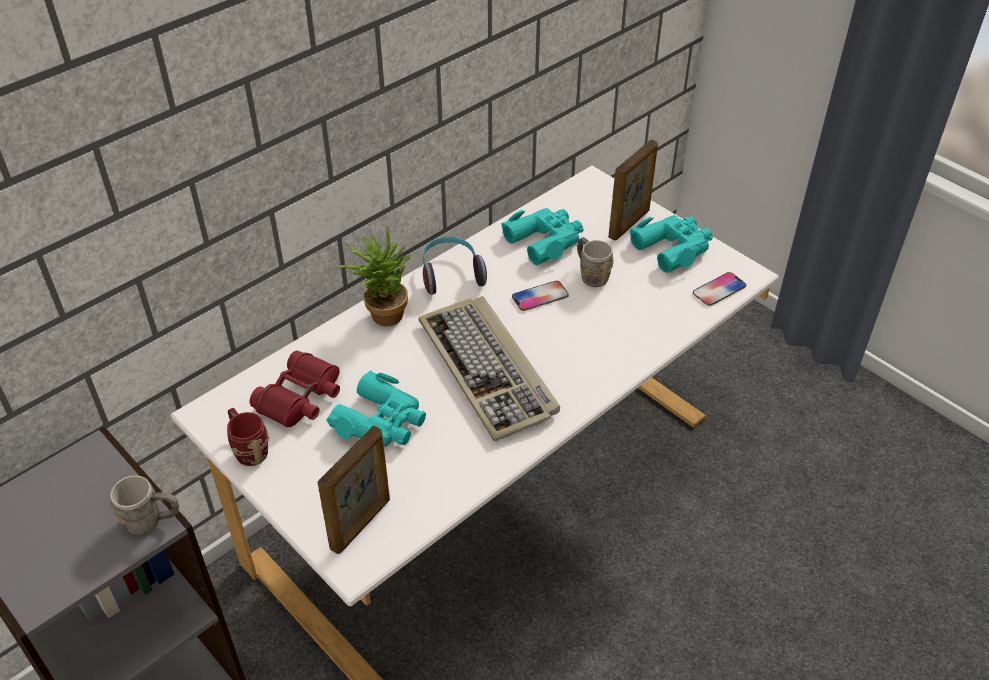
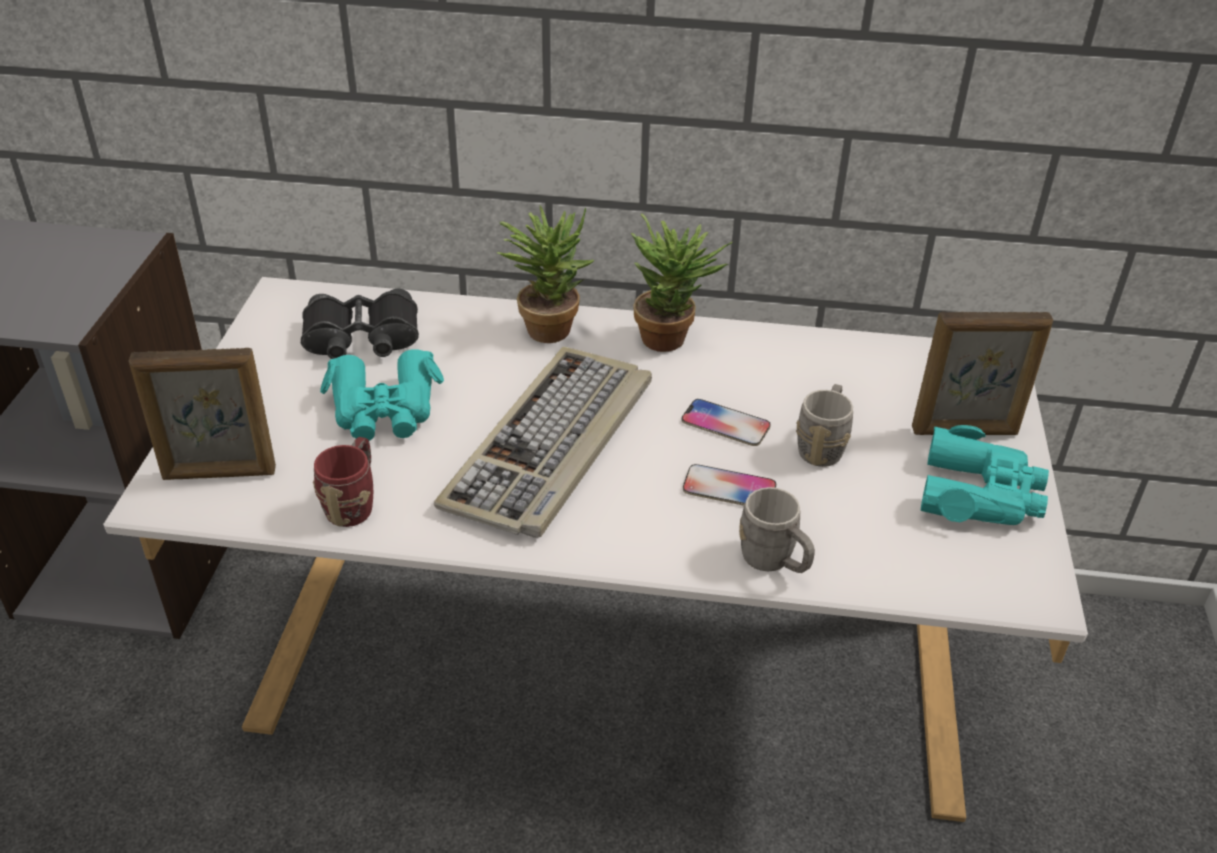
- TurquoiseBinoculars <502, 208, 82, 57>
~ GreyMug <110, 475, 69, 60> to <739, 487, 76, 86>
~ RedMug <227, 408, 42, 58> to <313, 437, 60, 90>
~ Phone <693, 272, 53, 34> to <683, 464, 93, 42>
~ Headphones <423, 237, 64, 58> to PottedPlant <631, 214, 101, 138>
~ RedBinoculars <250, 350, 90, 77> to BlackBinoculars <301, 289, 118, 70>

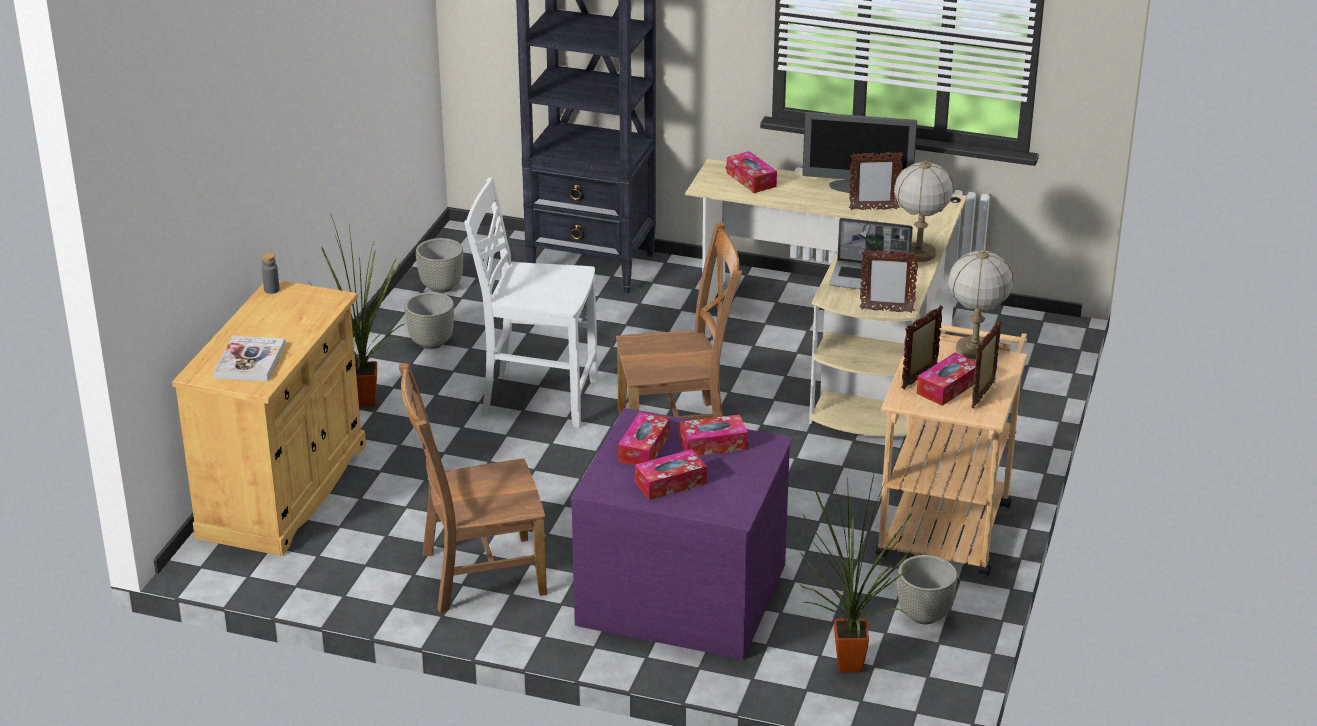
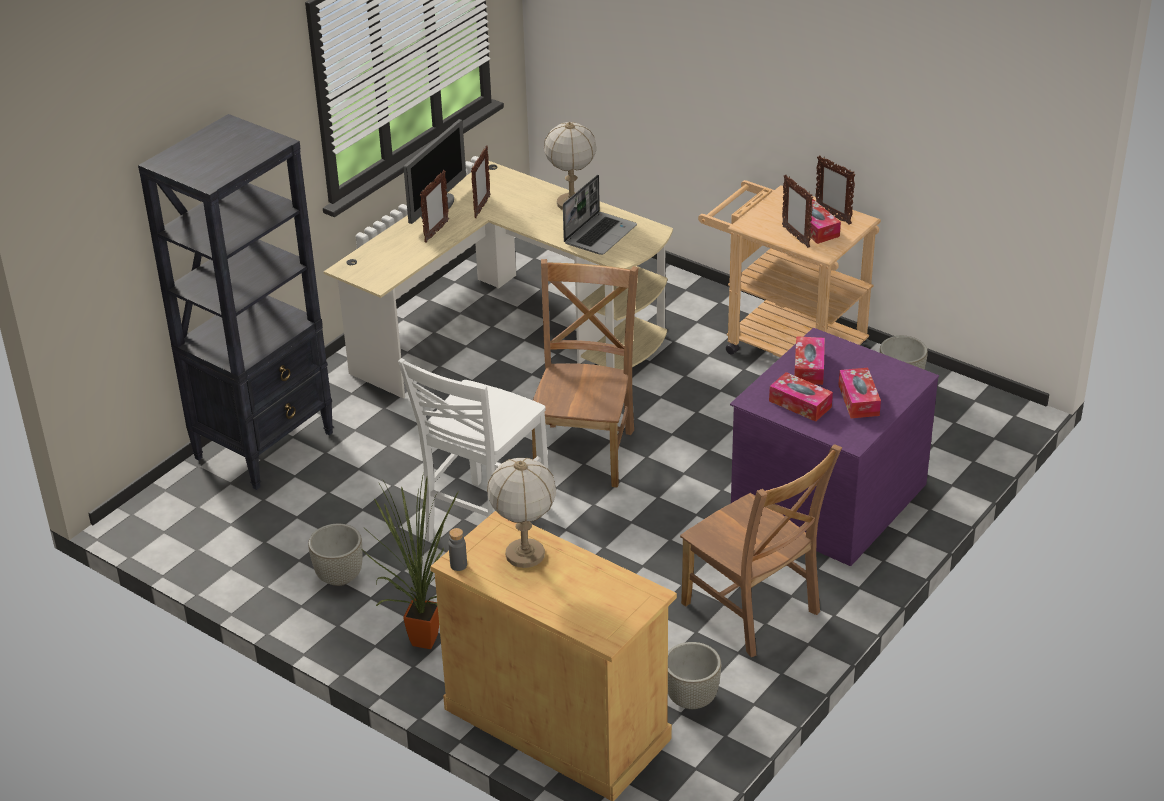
- Book <214, 335, 71, 46>
- TissueBox <726, 151, 51, 42>
- PottedPlant <800, 462, 114, 210>
~ GreyPlanter <416, 238, 47, 55> to <668, 642, 53, 67>
~ PictureFrame <860, 250, 59, 63> to <420, 170, 29, 73>
~ TableLamp <948, 250, 65, 109> to <487, 458, 69, 110>
~ BrownChair <399, 363, 148, 250> = <680, 444, 162, 213> 45 degrees counterclockwise

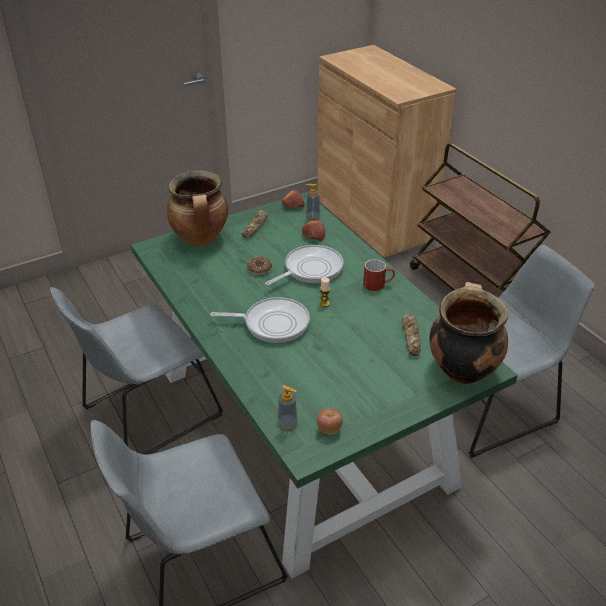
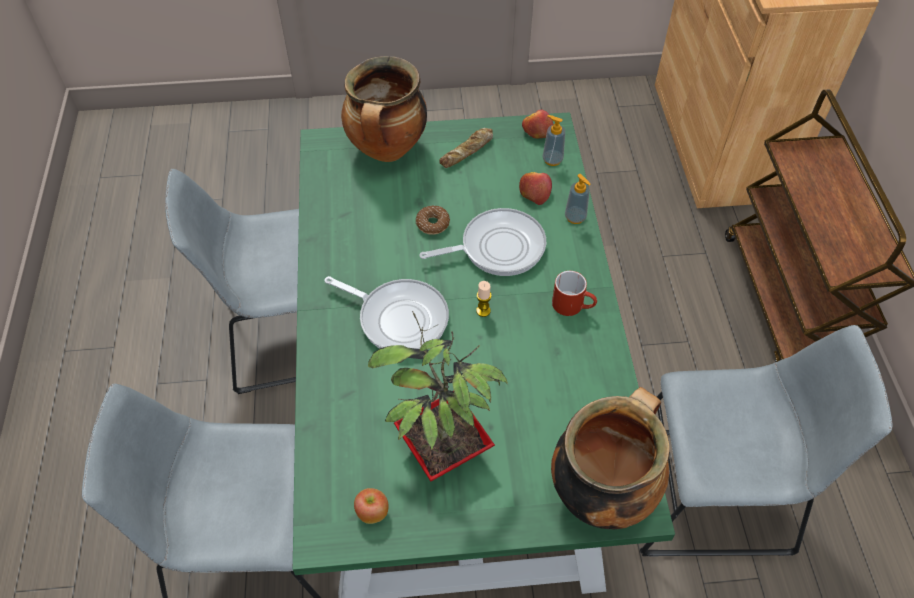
- Bread <402, 314, 19, 42>
+ PottedPlant <368, 311, 140, 170>
~ SoapDispenser <277, 385, 21, 46> to <565, 174, 25, 50>

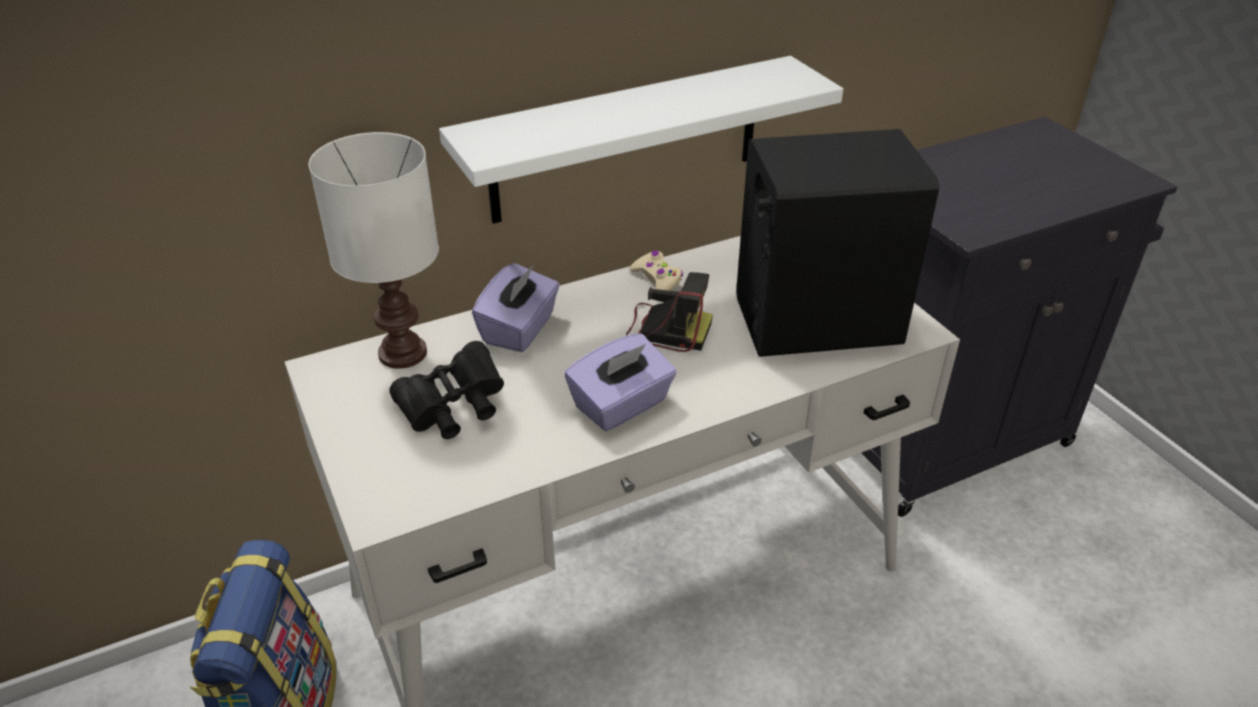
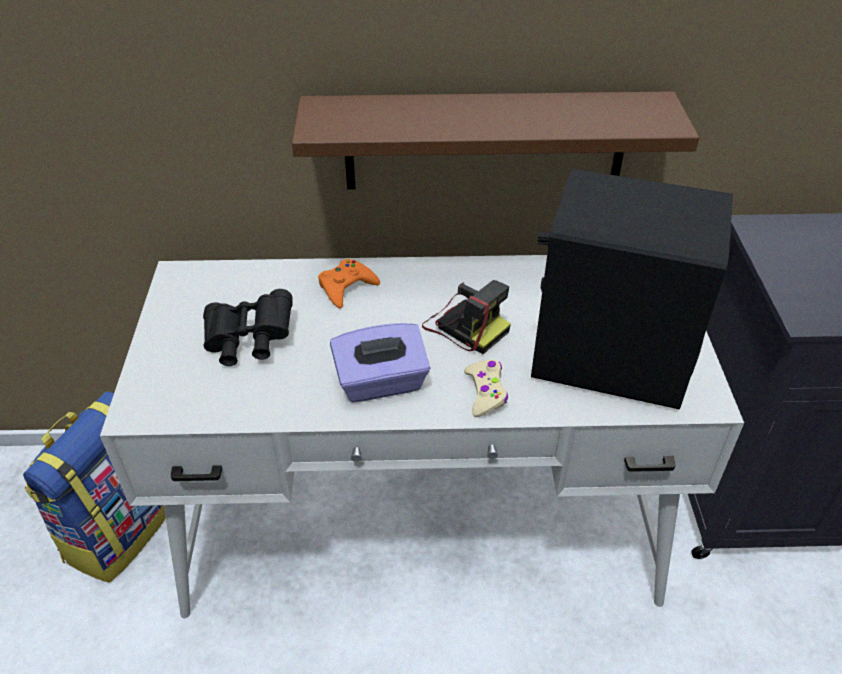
- WhiteTableLamp <309, 132, 130, 237>
~ BeigeGameController <629, 251, 54, 40> to <464, 360, 44, 57>
~ PurpleTissueBox <472, 263, 88, 89> to OrangeGameController <318, 259, 62, 49>
~ WhiteShelf <439, 56, 404, 168> to BrownShelf <292, 91, 407, 99>

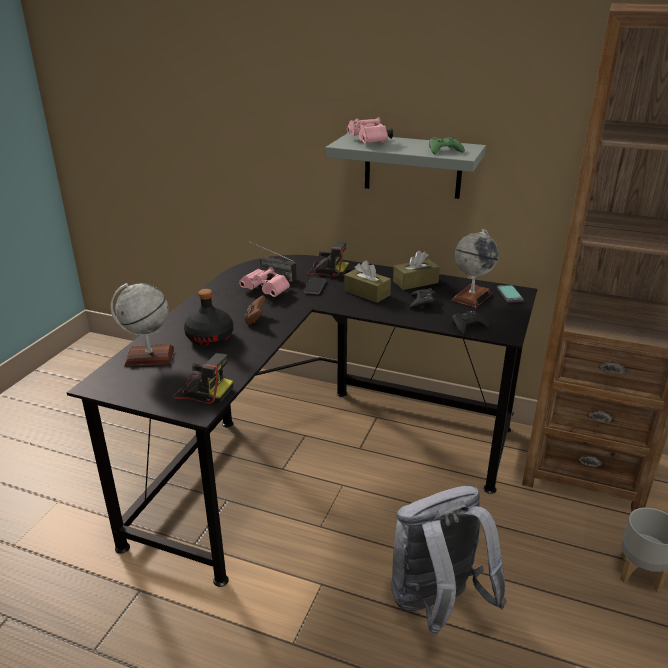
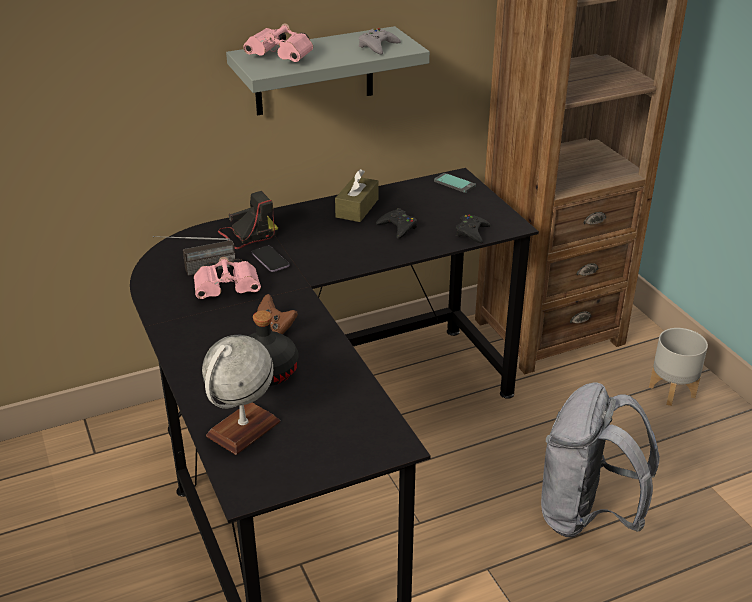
- PhotoCamera <173, 353, 60, 51>
- BrownTissueBox <344, 260, 47, 43>
- Globe <451, 229, 48, 79>
~ GreenGameController <429, 137, 36, 17> to GreyGameController <359, 28, 42, 26>

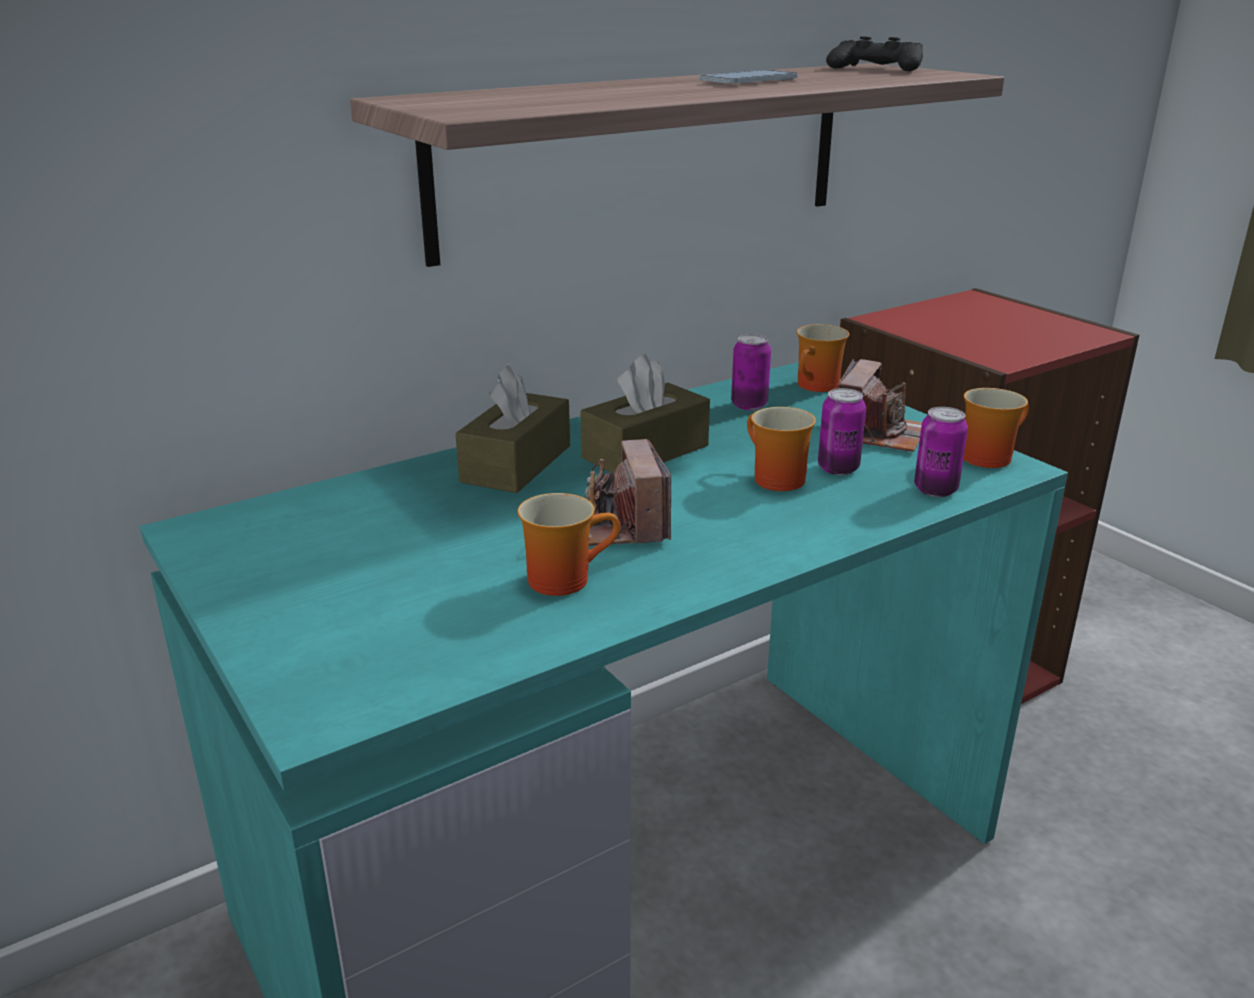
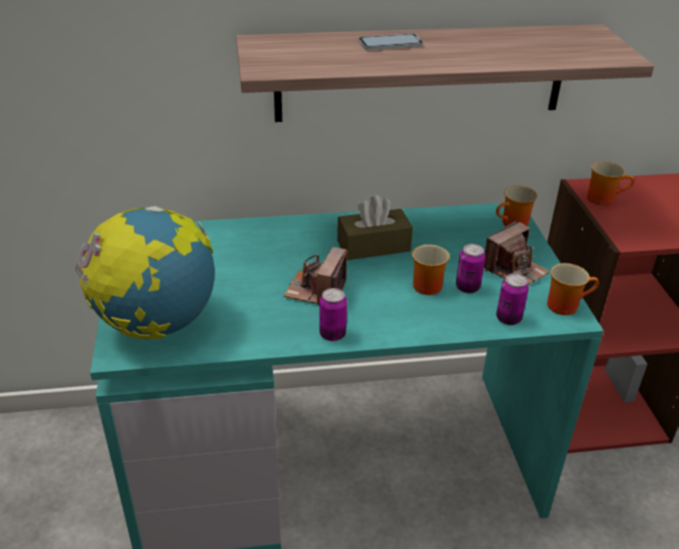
- BrownTissueBox <455, 365, 115, 128>
- BlackGameController <826, 36, 97, 35>
+ Globe <75, 206, 140, 133>
~ Mug <517, 493, 103, 103> to <587, 161, 47, 45>
~ Phone <700, 70, 98, 14> to <358, 33, 65, 17>
~ Can <731, 334, 40, 77> to <319, 288, 28, 53>

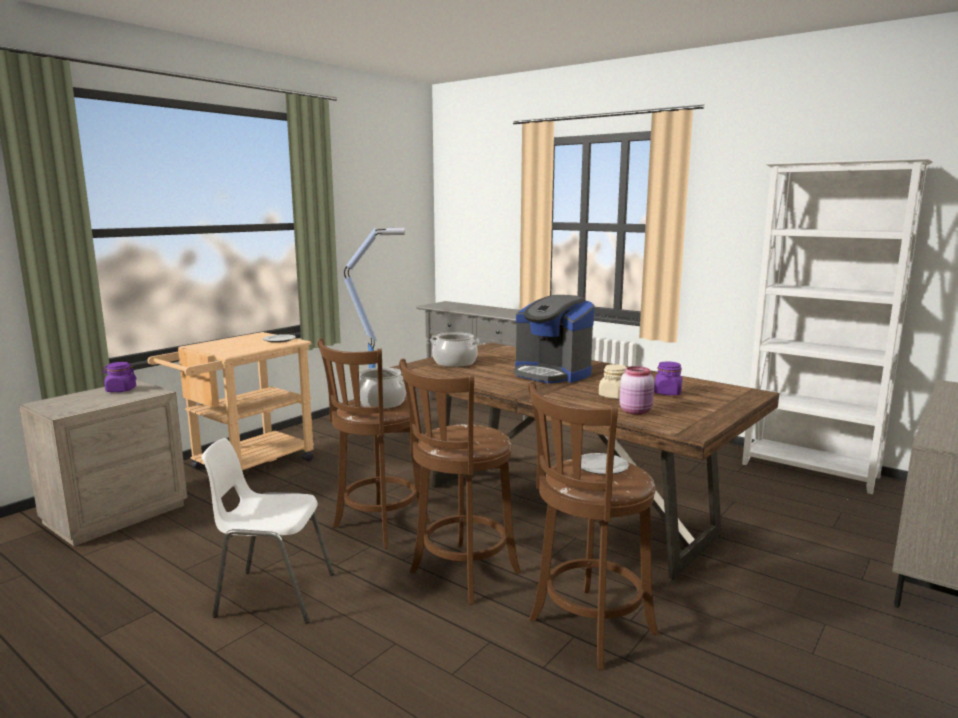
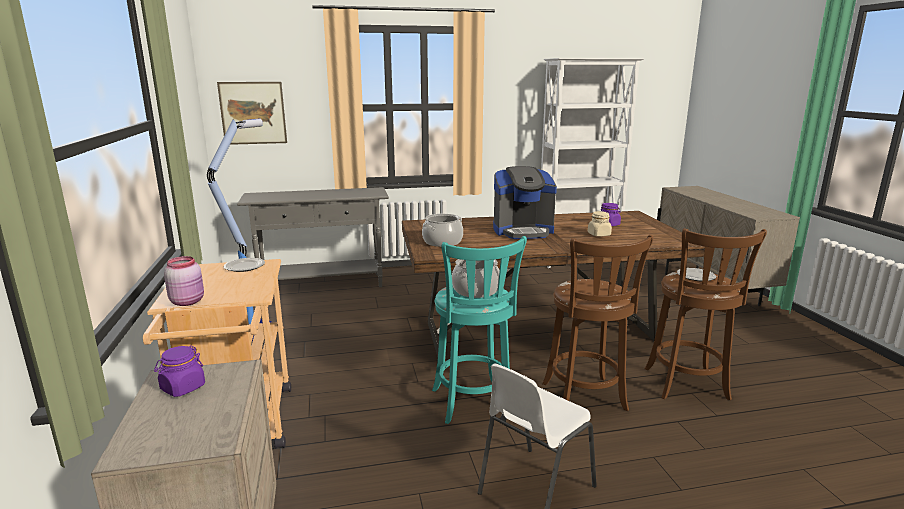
+ Picture <217, 82, 70, 63>
~ PinkJar <620, 366, 34, 49> to <164, 256, 40, 50>
~ BrownStool <318, 338, 112, 211> to TurquoiseStool <432, 236, 95, 188>

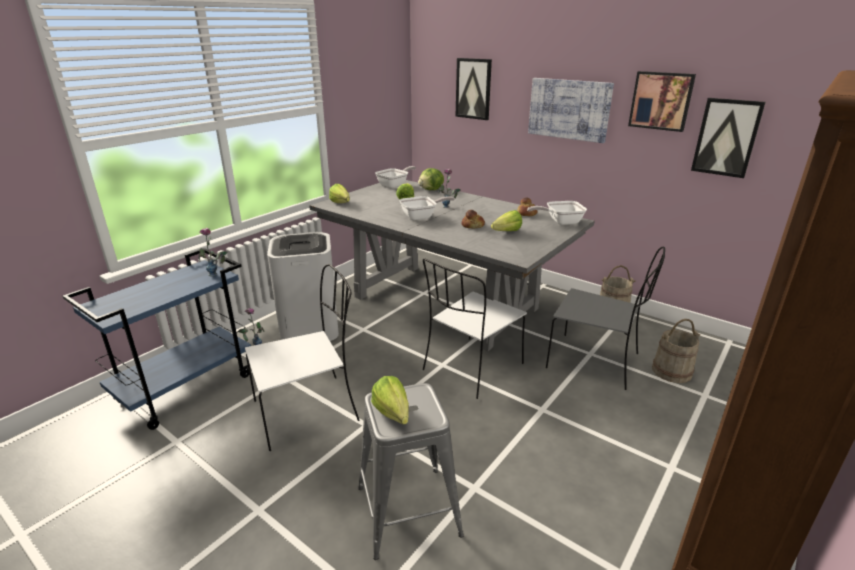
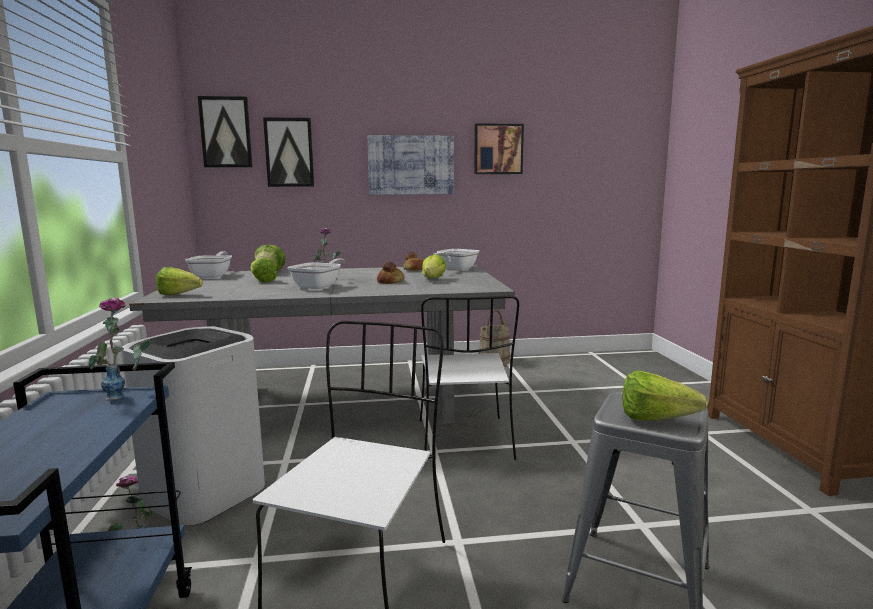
- GreyChair <546, 247, 119, 143>
- BeigeBucket <652, 319, 49, 64>
~ Picture <691, 98, 75, 80> to <198, 96, 55, 71>

